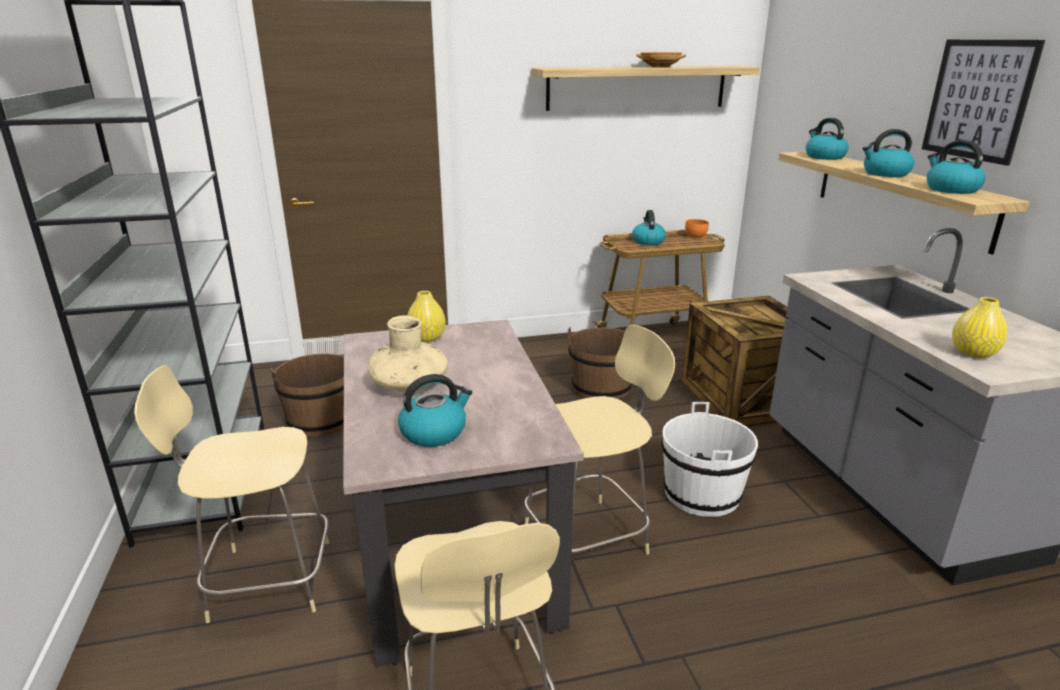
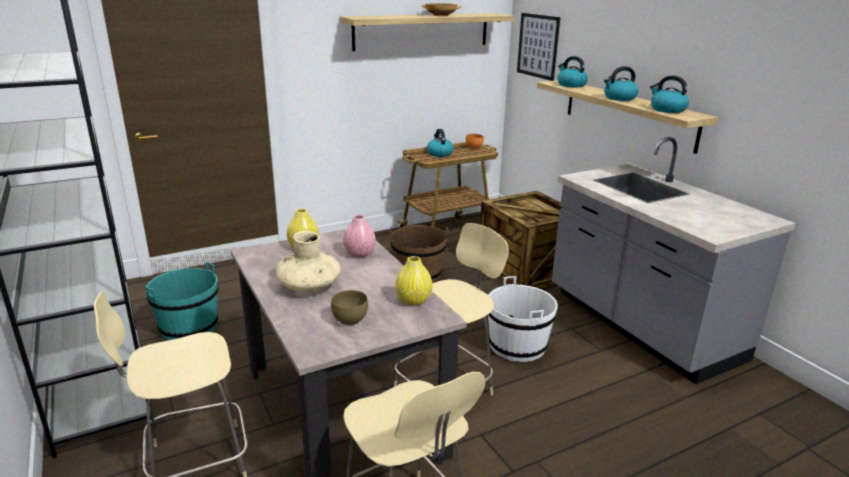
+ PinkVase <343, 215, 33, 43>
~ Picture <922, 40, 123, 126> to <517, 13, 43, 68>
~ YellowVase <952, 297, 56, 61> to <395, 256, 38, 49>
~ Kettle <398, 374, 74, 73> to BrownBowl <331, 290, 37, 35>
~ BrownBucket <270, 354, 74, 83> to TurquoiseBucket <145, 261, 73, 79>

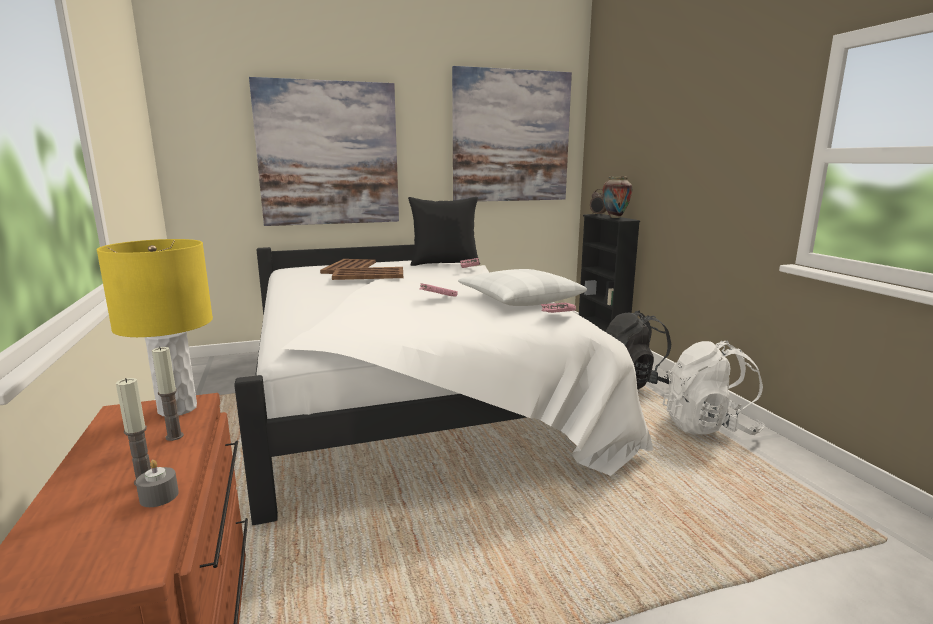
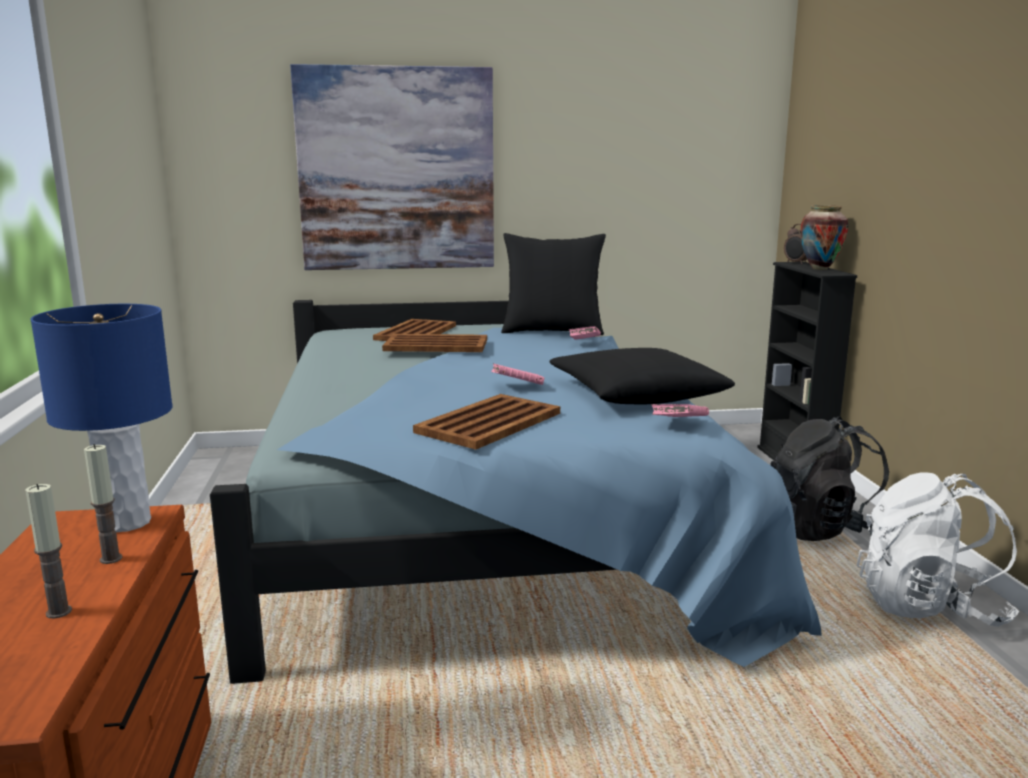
- GreyCandle <136, 460, 43, 47>
- Picture <452, 66, 120, 136>
+ BrownTray <413, 394, 147, 56>
~ YellowTableLamp <97, 239, 116, 177> to BlueTableLamp <31, 304, 142, 228>
~ WhiteBed <234, 244, 419, 281> to BlueBed <210, 300, 612, 384>
~ WhitePillow <458, 269, 129, 37> to BlackPillow <550, 348, 185, 56>

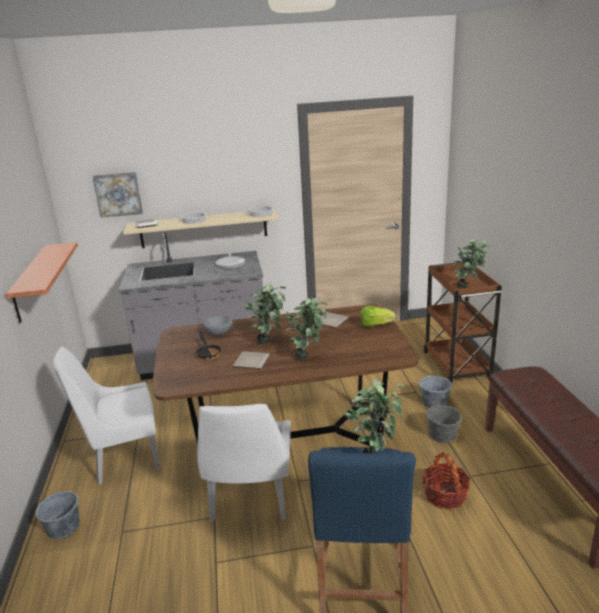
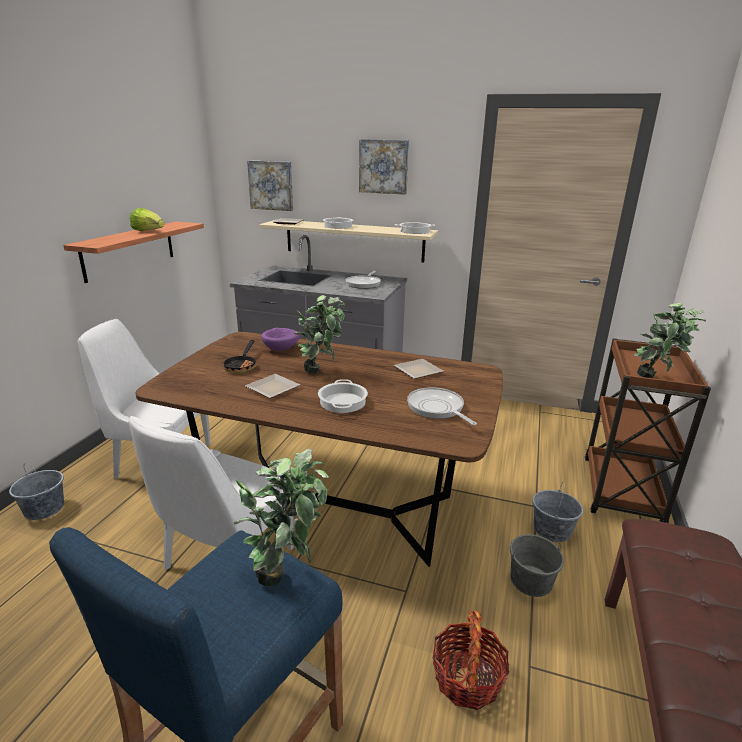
+ Picture <359, 139, 50, 56>
+ FryingPan <407, 387, 70, 39>
~ Lettuce <360, 306, 36, 21> to <130, 208, 34, 23>
~ PottedPlant <286, 297, 41, 63> to CookingPot <318, 379, 50, 34>
~ GreyBowl <203, 316, 30, 19> to PurpleBowl <261, 328, 39, 23>

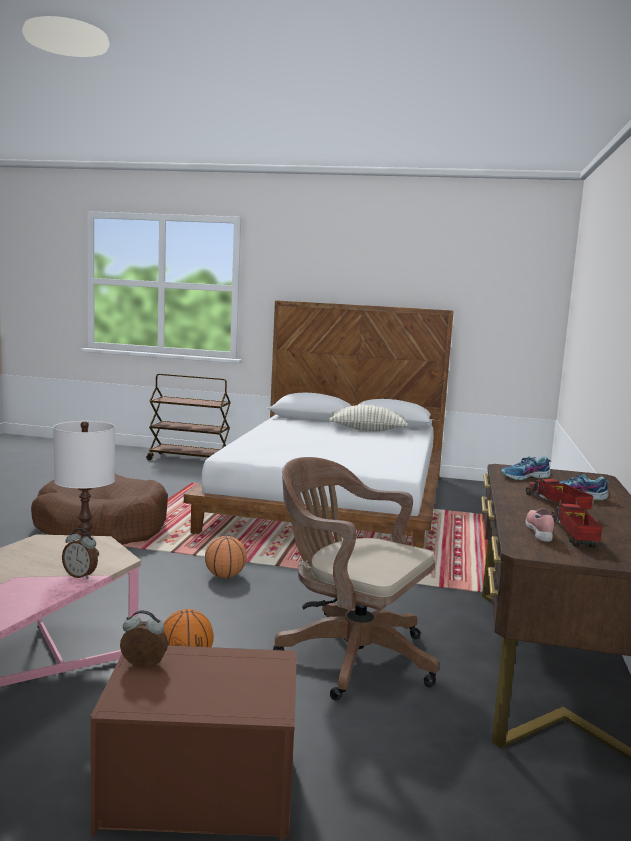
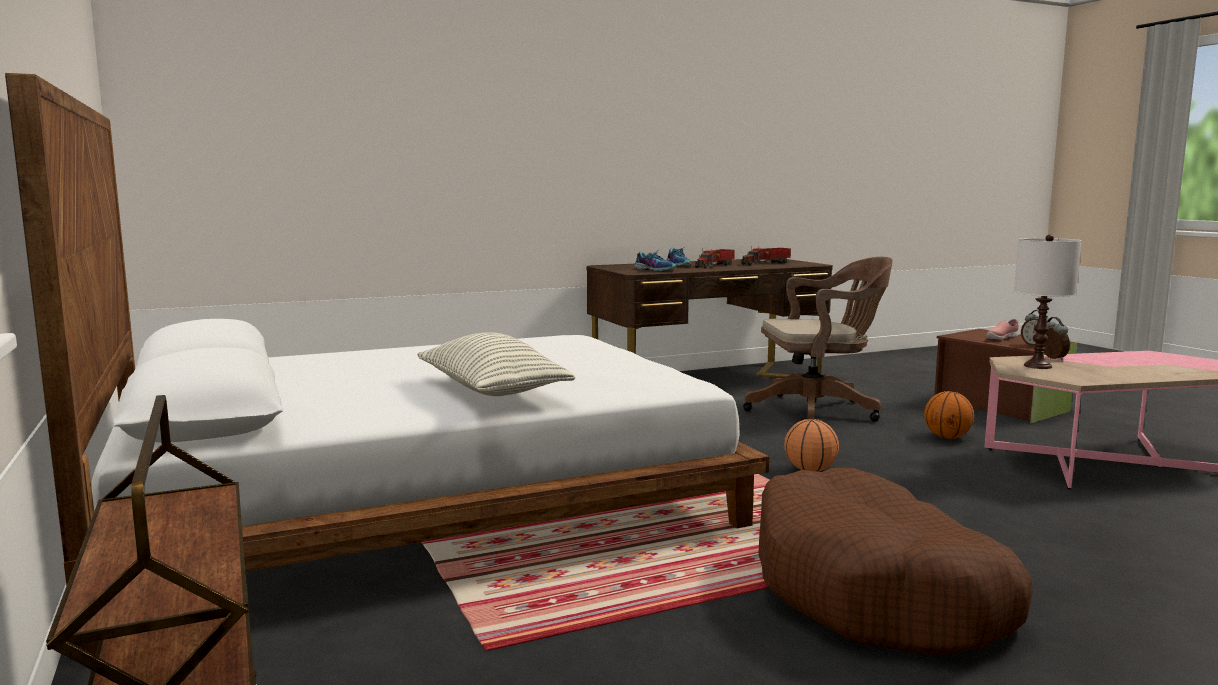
~ Pillow <329, 405, 79, 26> to <417, 332, 158, 64>
~ PinkShoe <526, 509, 28, 33> to <986, 319, 33, 21>
~ BrownOfficeChair <273, 457, 166, 244> = <743, 257, 150, 165> 90 degrees counterclockwise

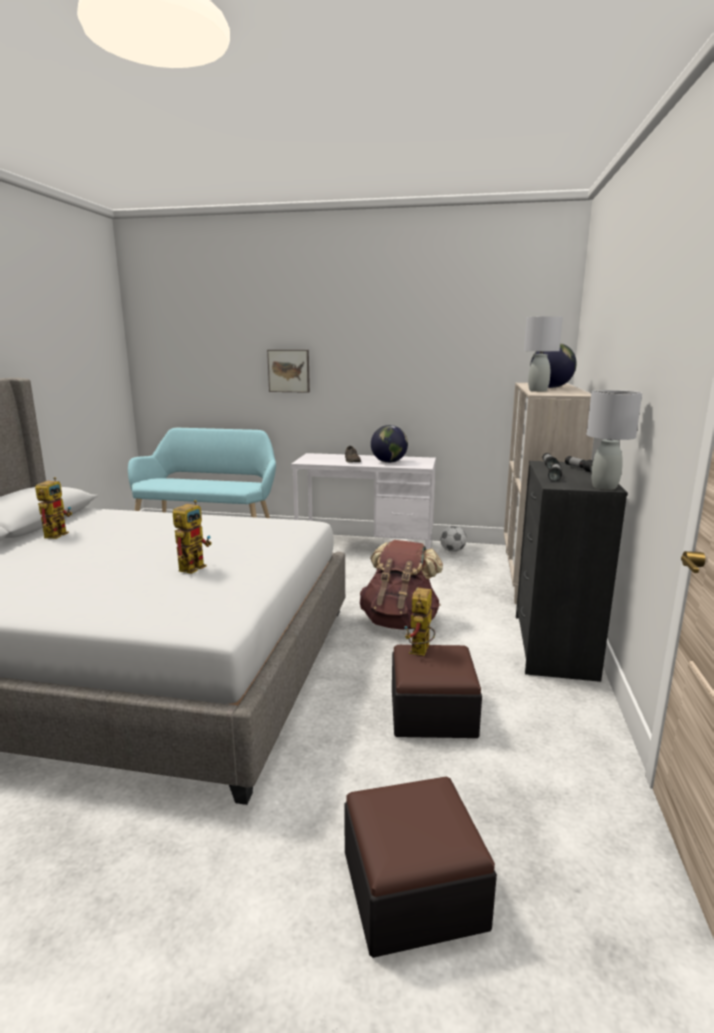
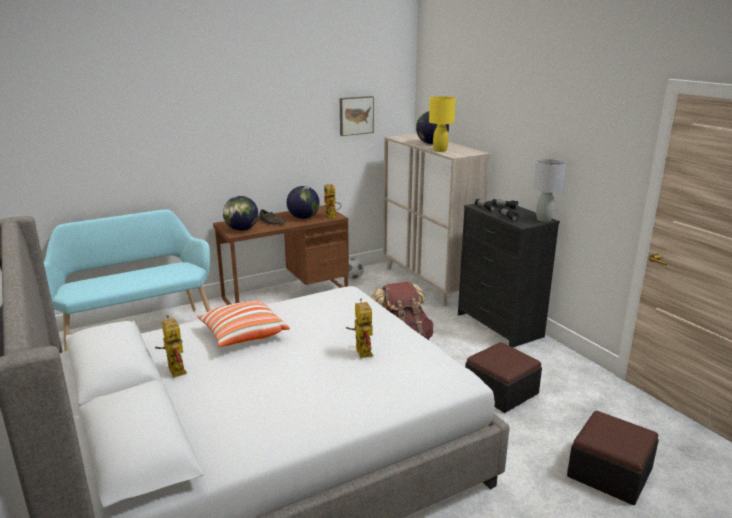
+ Pillow <197, 301, 93, 46>
+ Globe <223, 196, 35, 35>
~ Picture <267, 350, 43, 43> to <340, 96, 34, 40>
~ ToyRobot <404, 587, 31, 69> to <324, 184, 18, 35>
~ WhiteDesk <291, 453, 145, 96> to BrownDesk <213, 205, 136, 100>
~ GreyTableLamp <524, 316, 39, 76> to YellowTableLamp <429, 96, 26, 56>

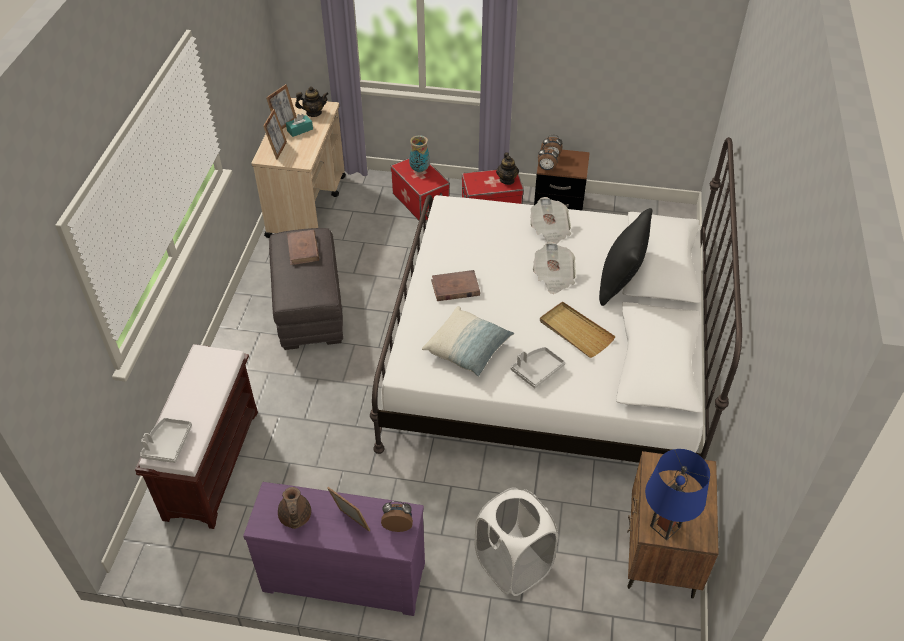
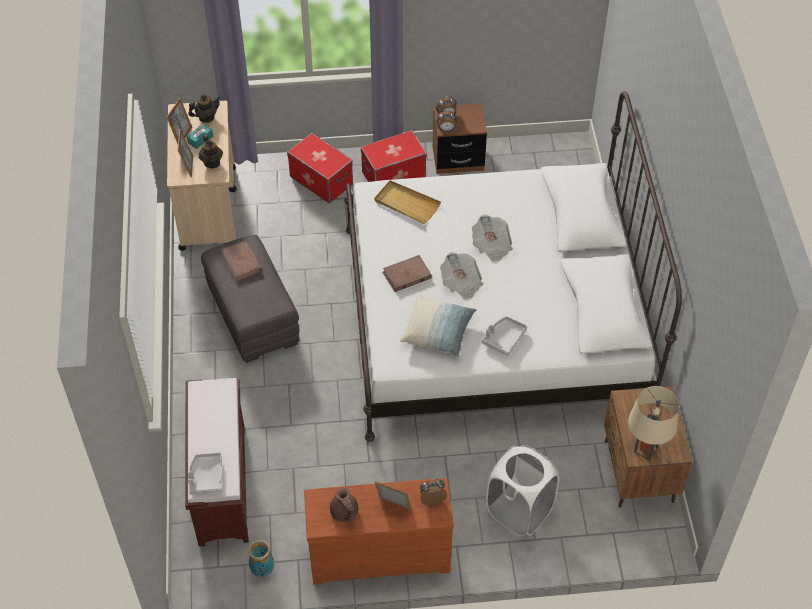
- BlackPillow <599, 208, 54, 98>
~ Vase <409, 135, 21, 38> to <248, 540, 27, 37>
~ Teapot <496, 152, 23, 33> to <199, 135, 24, 33>
~ Newspaper <530, 197, 41, 47> to <440, 252, 43, 49>
~ BeigeTray <540, 301, 76, 57> to <374, 180, 67, 44>
~ PurpleDresser <243, 482, 182, 134> to BrownDresser <304, 478, 150, 107>
~ BlueTableLamp <645, 449, 65, 91> to BeigeTableLamp <628, 386, 52, 75>

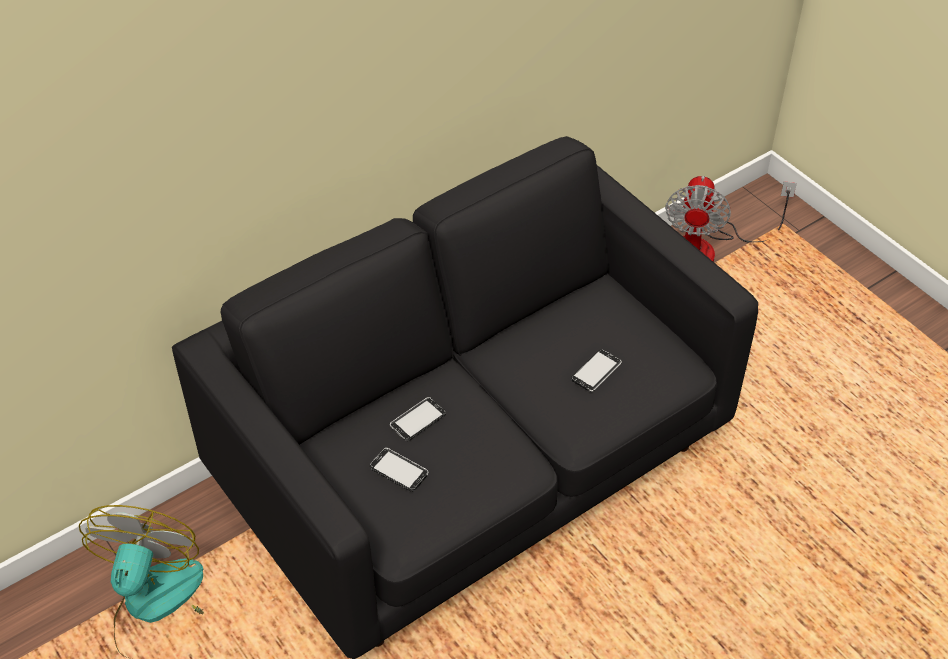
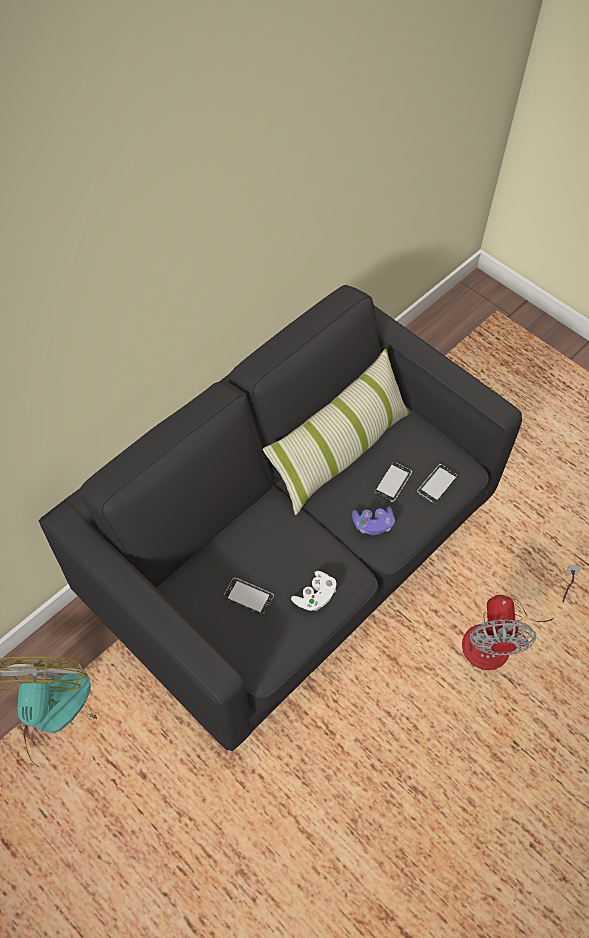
+ Pillow <263, 348, 147, 167>
+ WhiteGameController <291, 571, 45, 40>
+ PurpleGameController <352, 507, 43, 28>
~ Phone <390, 397, 56, 44> to <417, 464, 41, 40>
~ Fan <665, 176, 132, 86> to <462, 565, 120, 105>

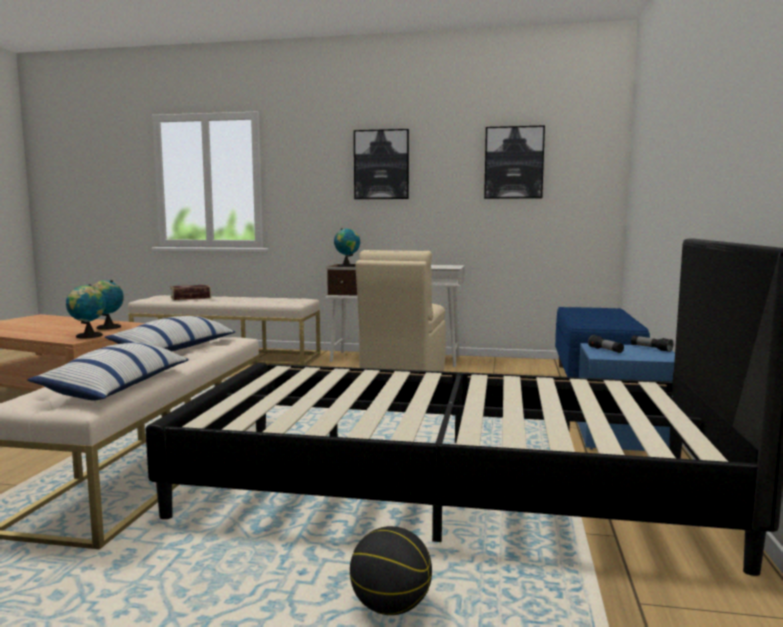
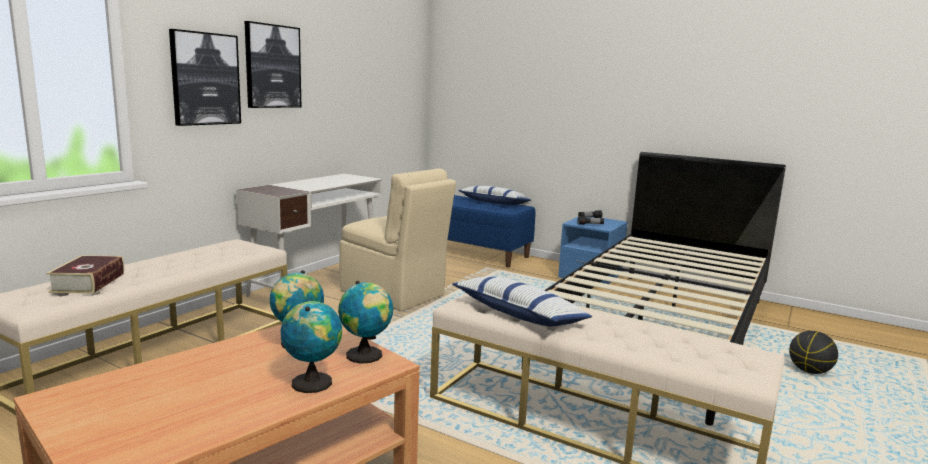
~ Pillow <27, 343, 162, 58> to <458, 186, 73, 19>
~ Globe <334, 228, 26, 39> to <281, 301, 61, 92>
~ Picture <484, 125, 61, 74> to <169, 29, 72, 97>

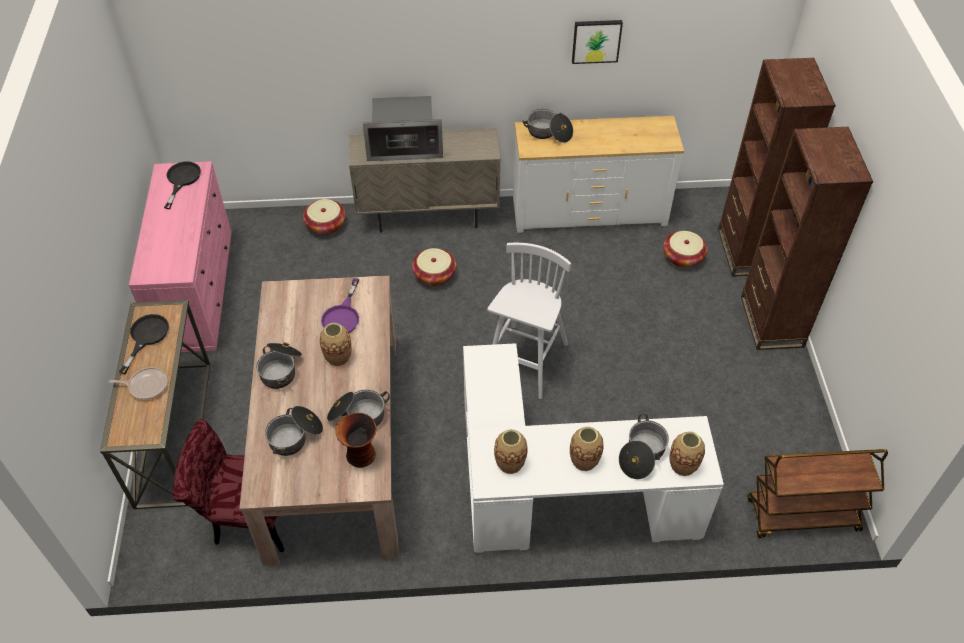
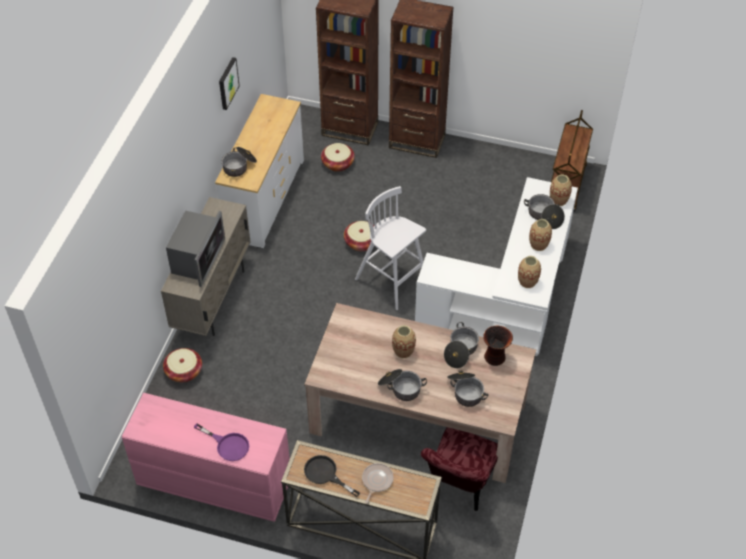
- BlackFryingPan <164, 162, 37, 47>
~ PurpleFryingPan <321, 278, 38, 55> to <194, 424, 55, 37>
~ Basket <412, 248, 44, 38> to <344, 221, 31, 30>

